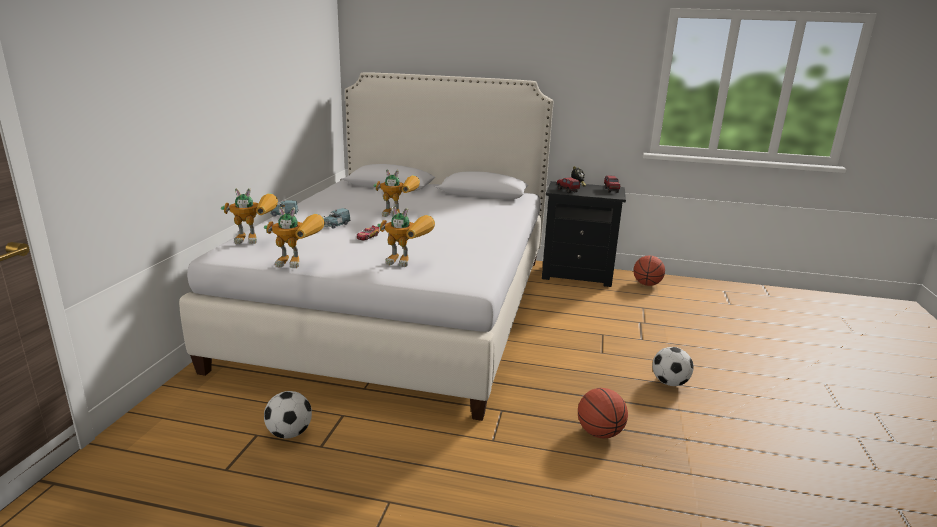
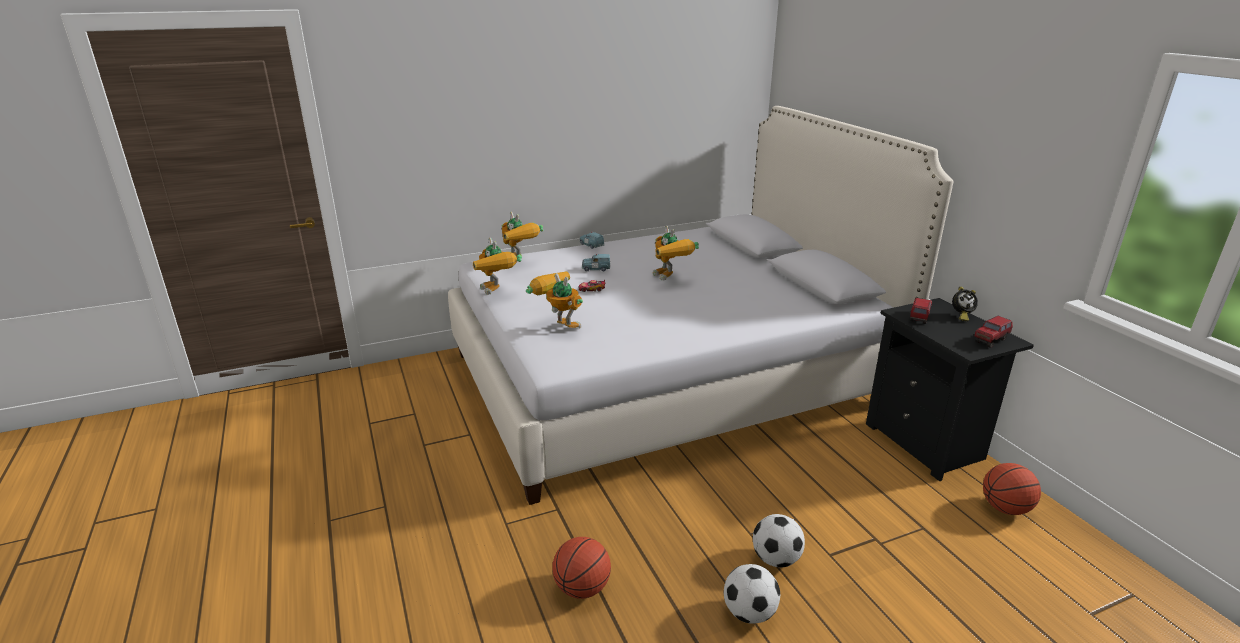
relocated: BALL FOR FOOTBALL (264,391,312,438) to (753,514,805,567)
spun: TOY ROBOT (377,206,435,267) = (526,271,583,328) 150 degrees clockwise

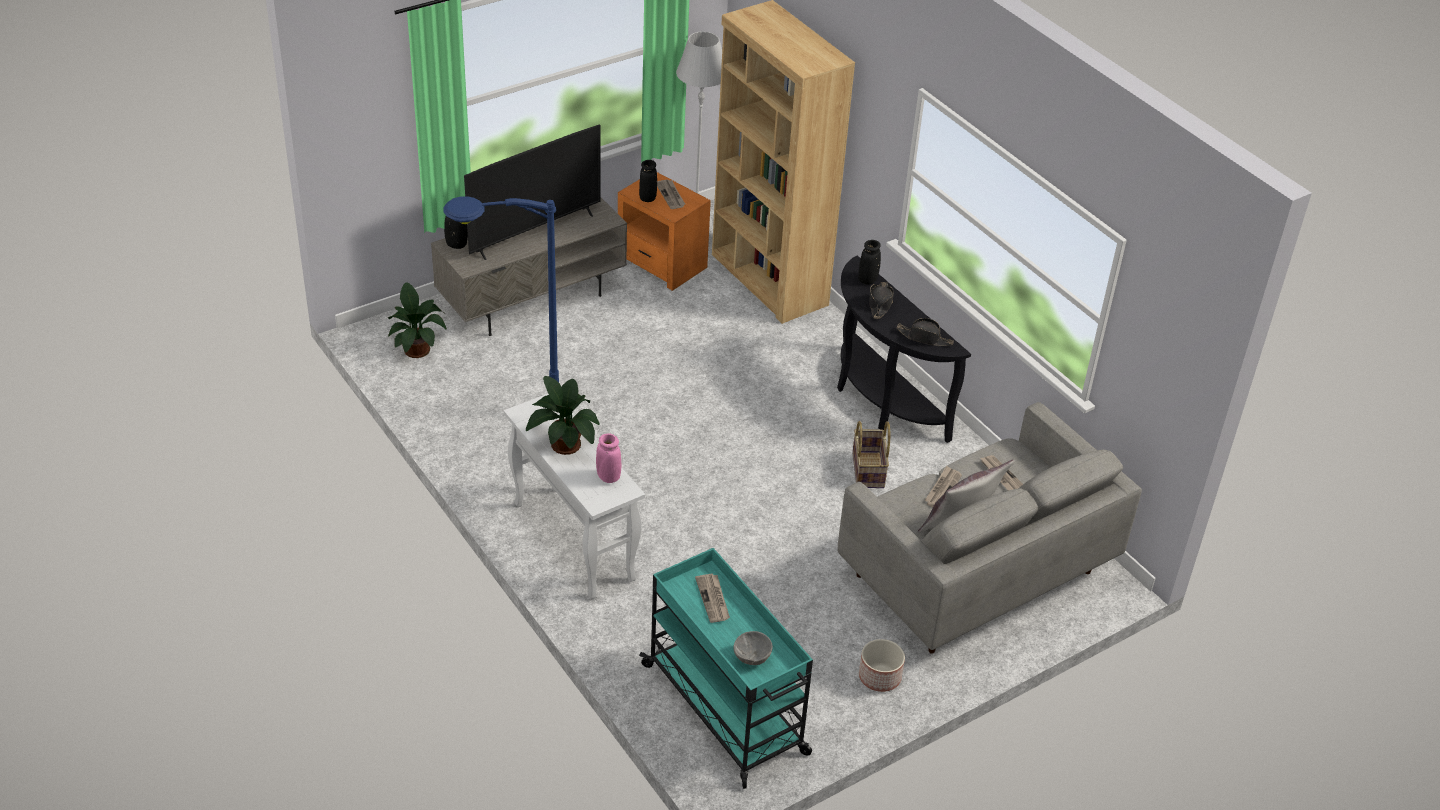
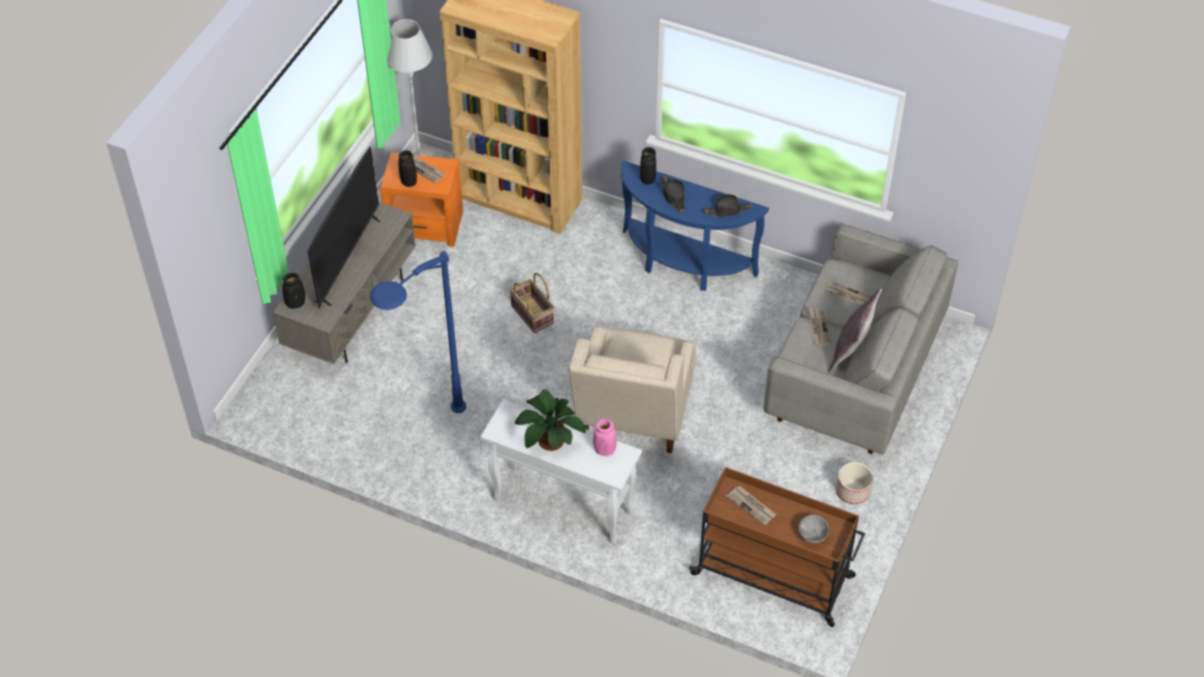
missing: HOUSEPLANT (388,282,447,358)
appeared: BEIGE-COLOURED ARMCHAIR (569,326,696,453)
relocated: HOUSEHOLD BASKET (852,421,890,488) to (509,273,554,333)
colour: BLACKISH CONSOLE TABLE (837,255,971,443) to BLUE CONSOLE TABLE (621,161,769,291); TURQUOISE WHEELED CART (639,548,813,789) to BROWN WHEELED CART (689,467,865,627)

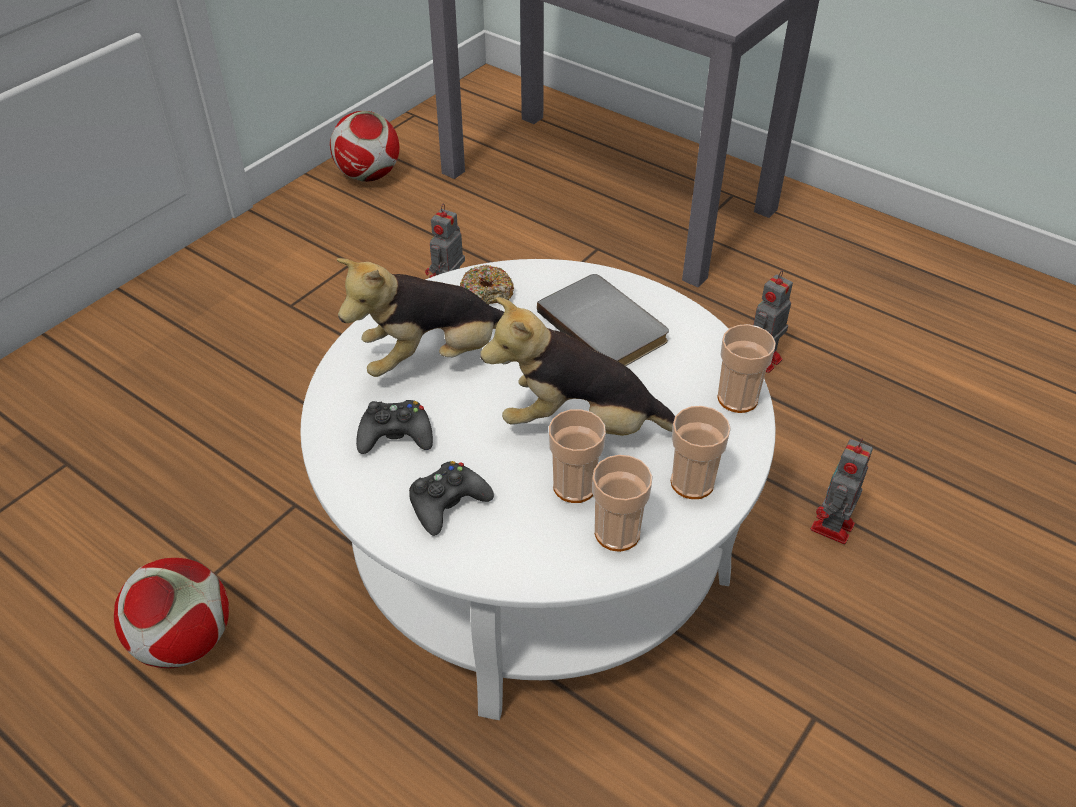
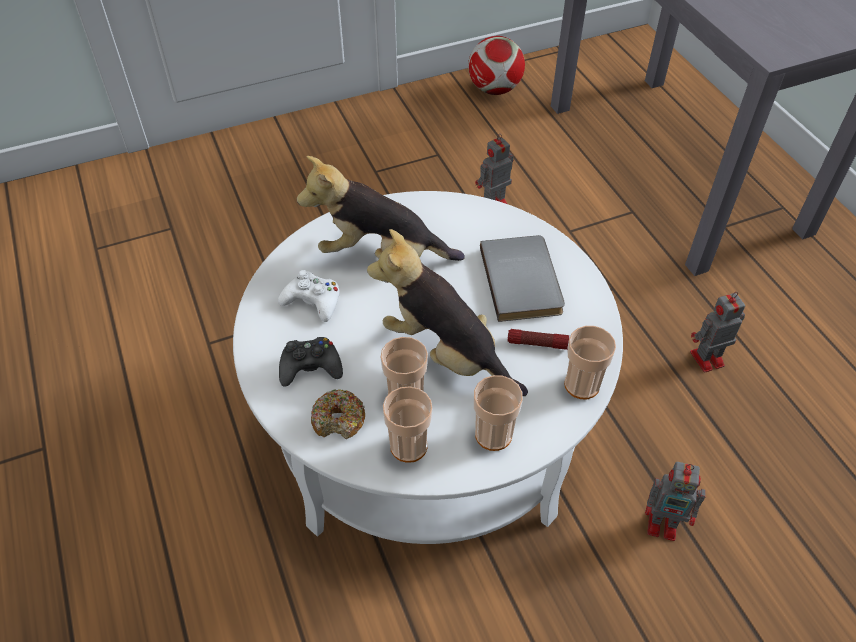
missing: BALL FOR FOOTBALL (114,558,229,668)
appeared: FLASHLIGHT (508,329,569,350)
relocated: DOUGHNUT (460,265,514,305) to (311,389,365,439)
colour: BLACKISH GAMEPAD (356,400,433,454) to WHITE GAMEPAD (278,270,340,322)
spun: TOY ROBOT (811,438,873,544) = (645,462,706,541) 135 degrees counterclockwise

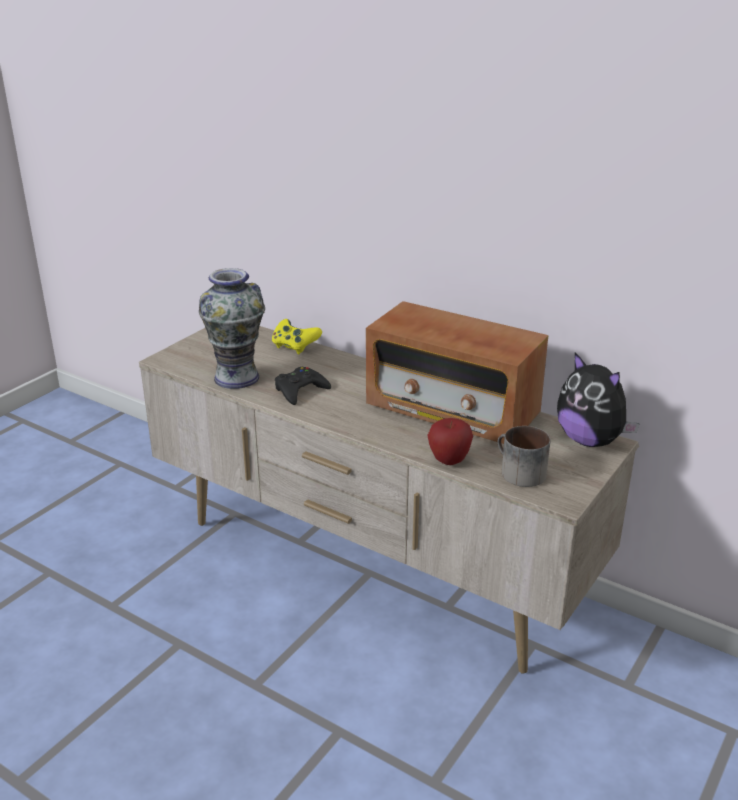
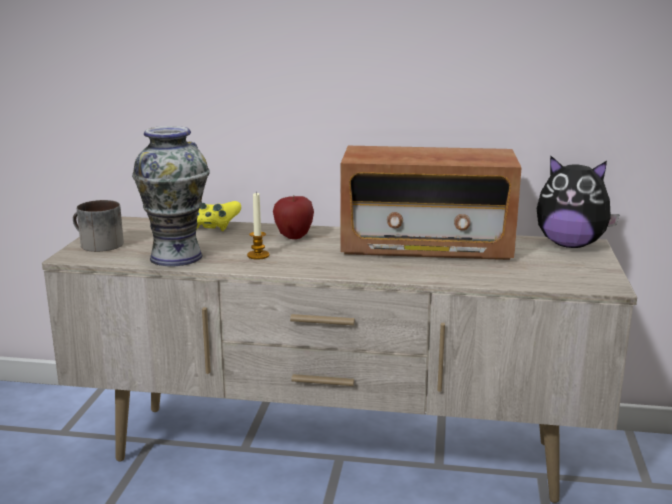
relocated: MUG (498,426,550,487) to (73,200,124,252); APPLE (427,418,473,465) to (273,196,314,239)
exchanged: BLACKISH GAMEPAD (275,367,331,405) to WAX LIGHT (247,193,269,260)

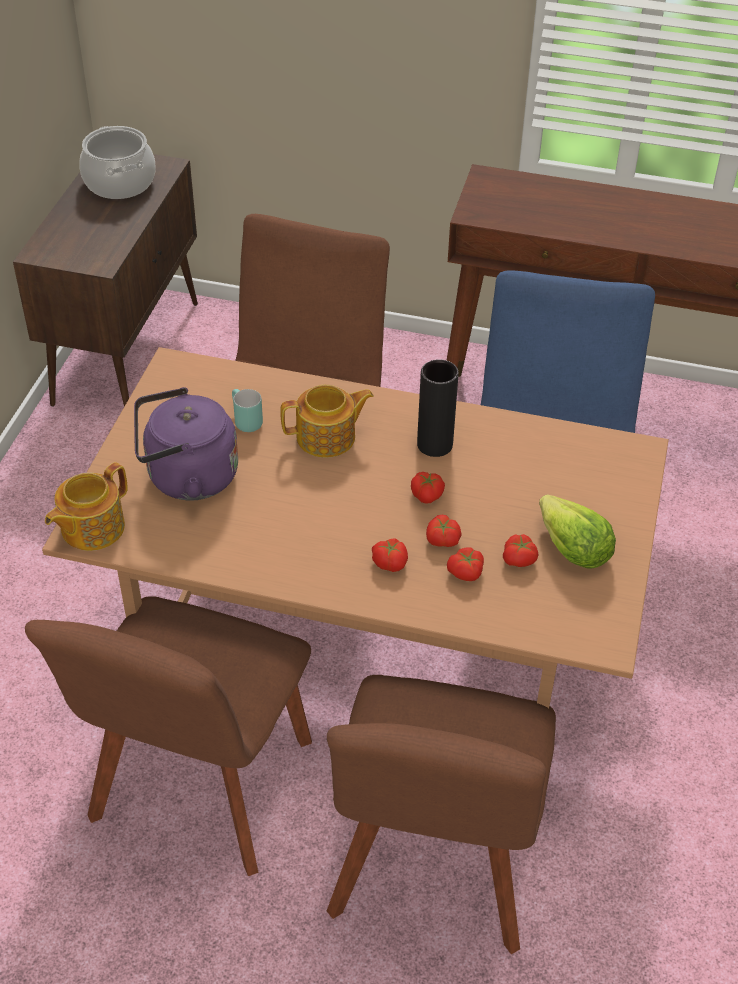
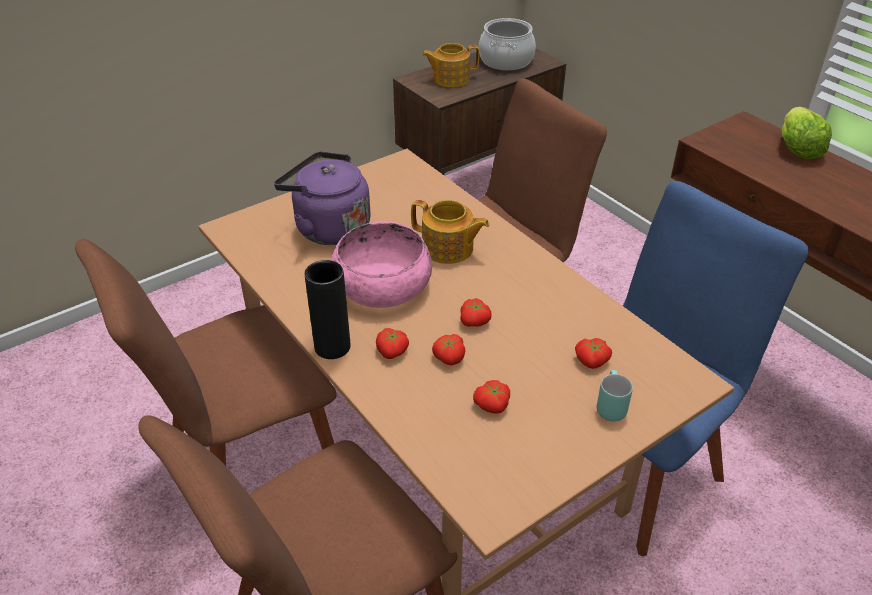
appeared: PINK-COLOURED BOWL (331,221,432,308)
relocated: BLACKISH DECORATIVE VASE (417,359,459,457) to (304,260,350,359); POT FOR TEA (45,462,128,551) to (422,43,479,87); WHOLE TOMATO (447,548,484,581) to (575,338,612,369); TURQUOISE MUG (232,389,263,432) to (597,370,633,422); HEAD OF LETTUCE (539,494,616,569) to (782,107,832,159)

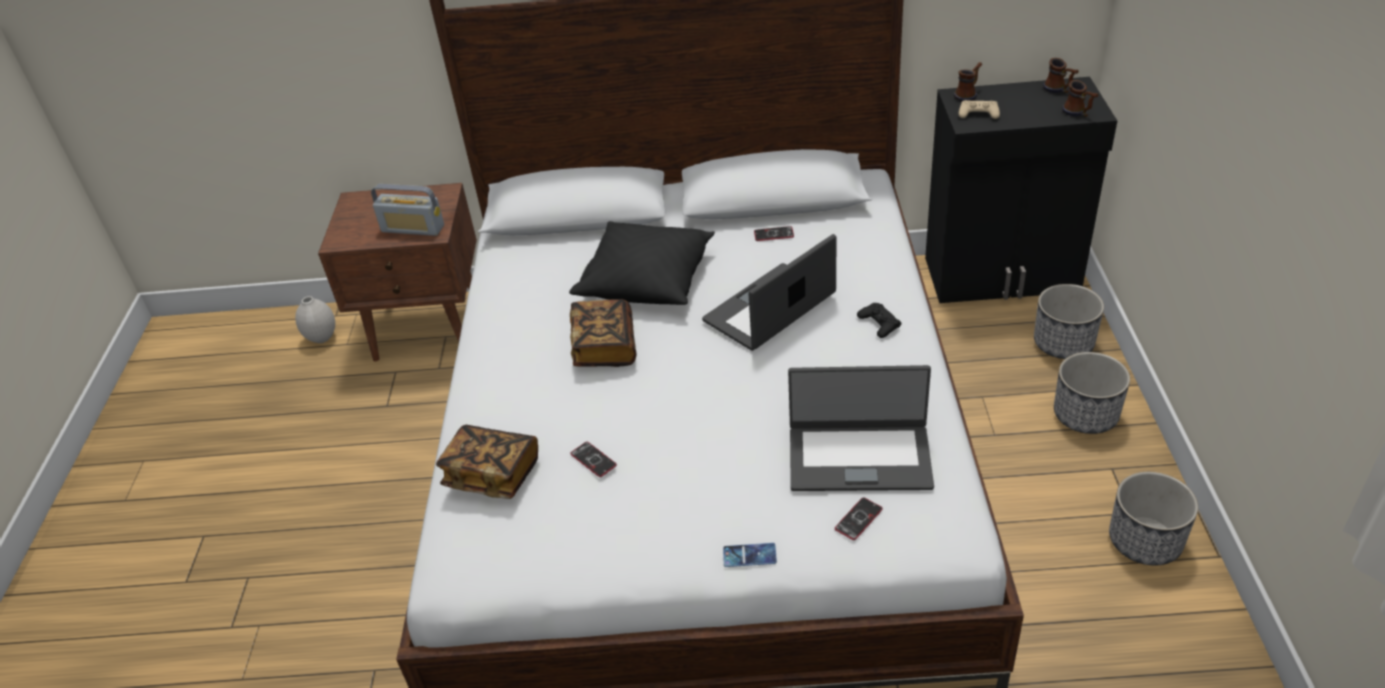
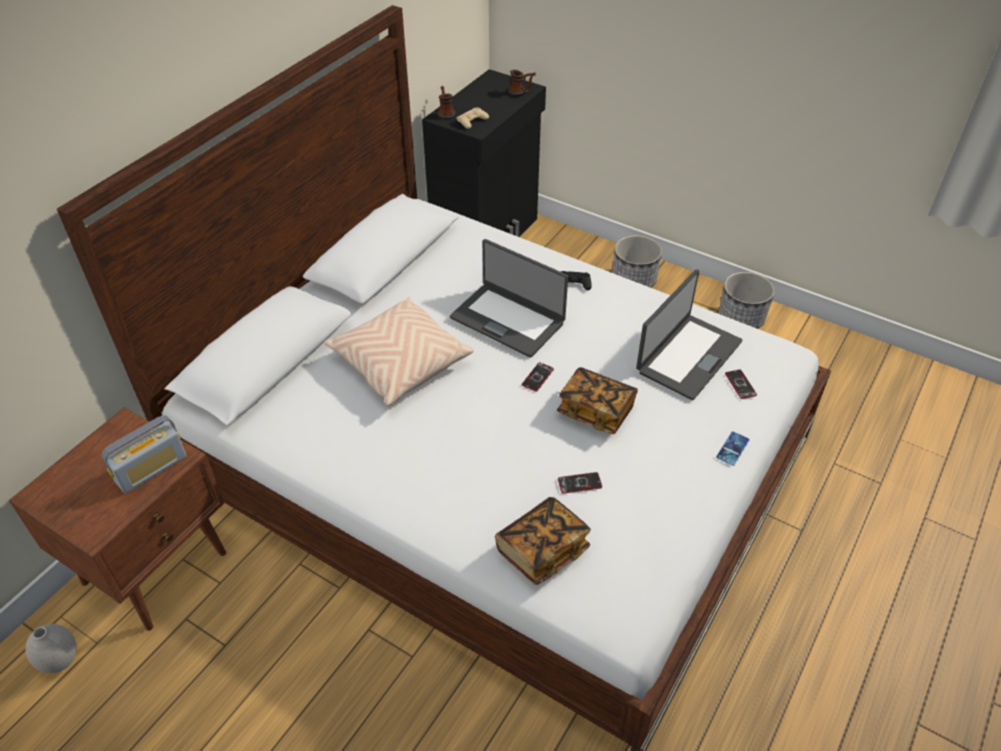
missing: PLANT POT (1034,284,1104,359); MUG (1043,58,1079,93)
relocated: HANDSET (754,226,794,241) to (522,362,554,392); VOLUME (570,299,636,367) to (557,367,638,434)
colour: BLACKISH PILLOW (569,221,715,305) to BEIGE-COLOURED PILLOW (324,297,474,406)
spun: NOTEBOOK COMPUTER (702,234,837,351) = (450,239,568,358) 45 degrees counterclockwise

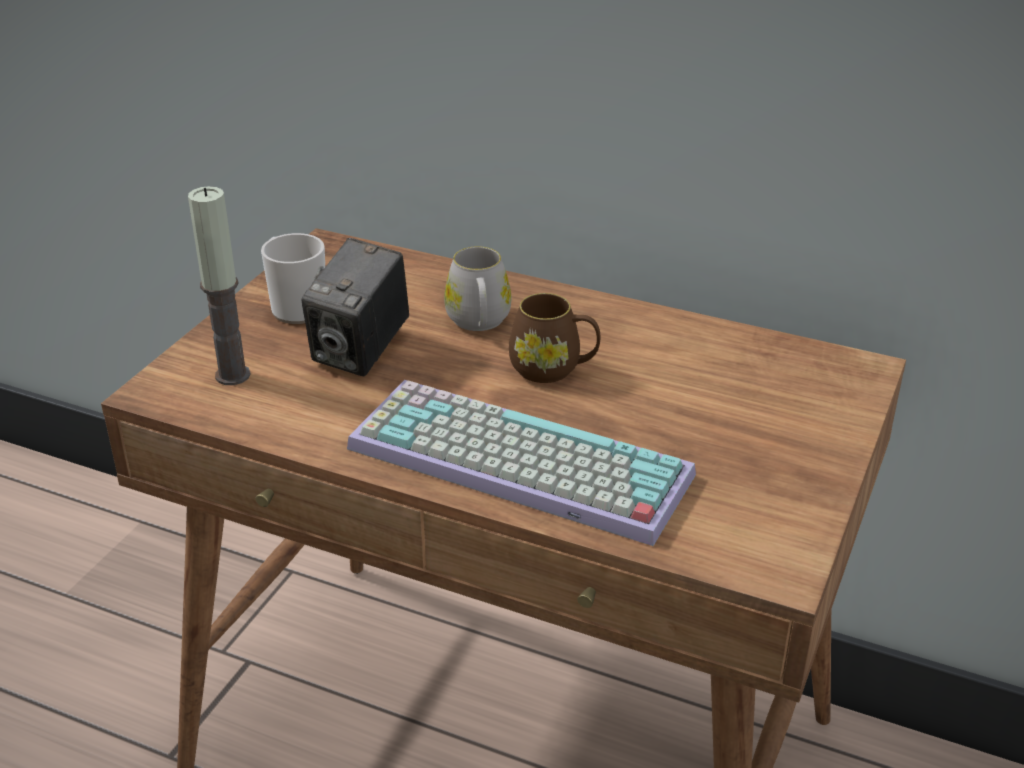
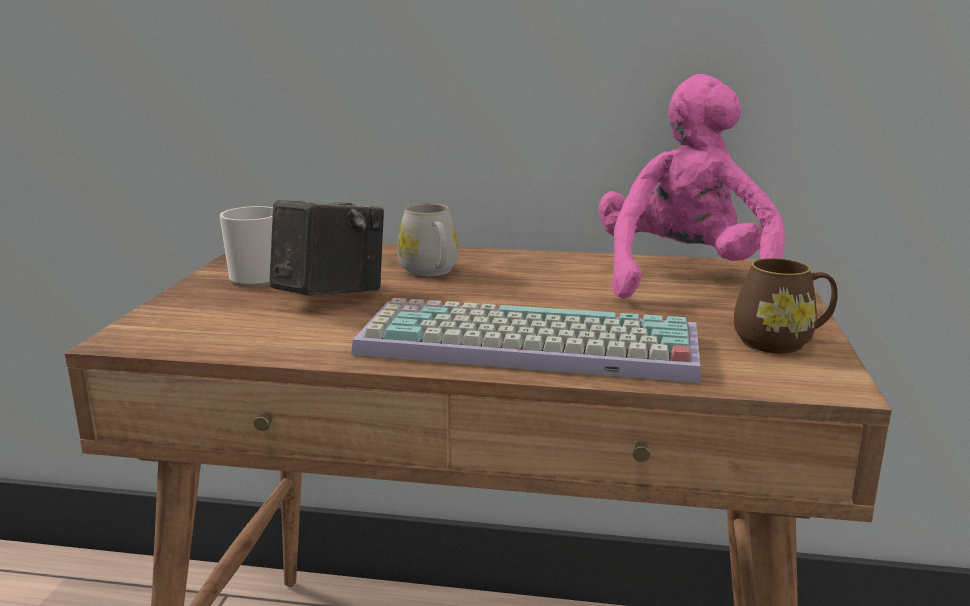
missing: WAX LIGHT (188,186,251,385)
appeared: PINK-COLOURED SOFT TOY (598,74,785,299)
relocated: BROWN MUG (509,293,601,383) to (734,258,838,353)
spun: STILL CAMERA (301,238,409,376) = (269,200,384,296) 150 degrees counterclockwise

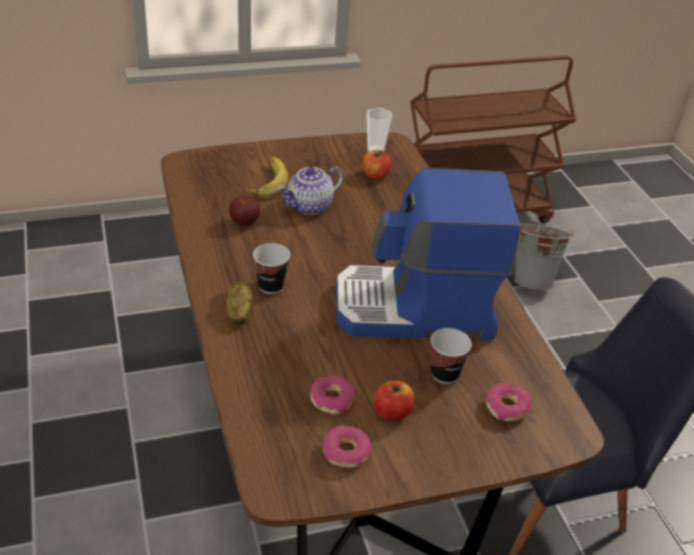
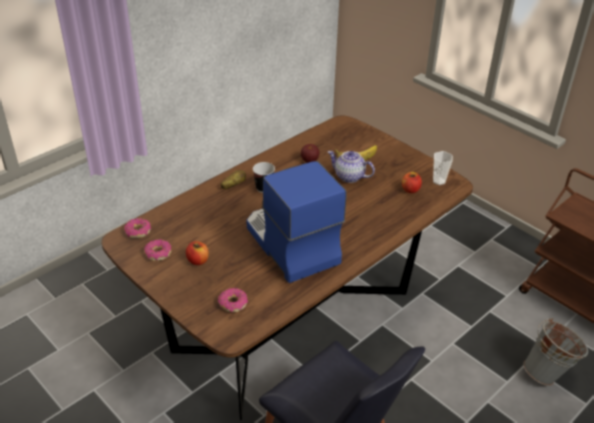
missing: DRINKING CUP (431,328,472,384)
relocated: DOUGHNUT (310,375,355,414) to (124,218,151,238)

